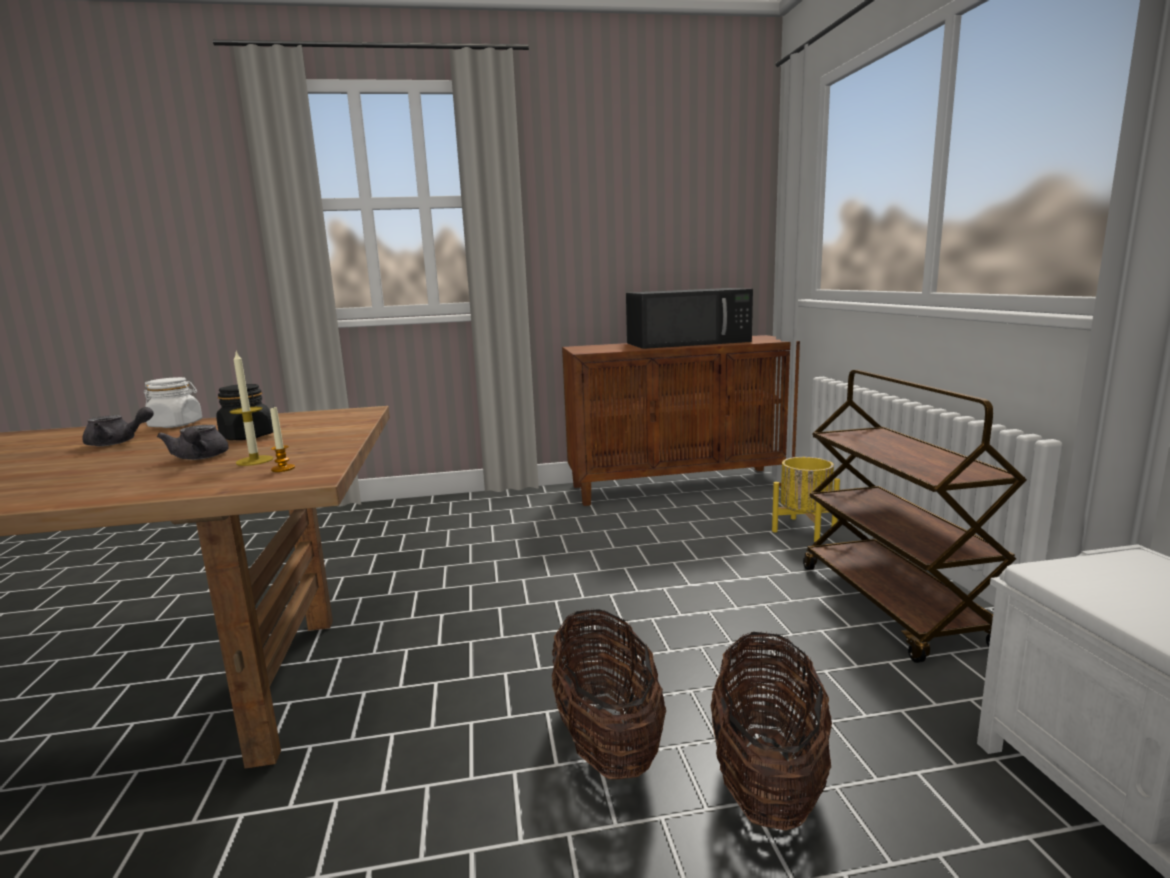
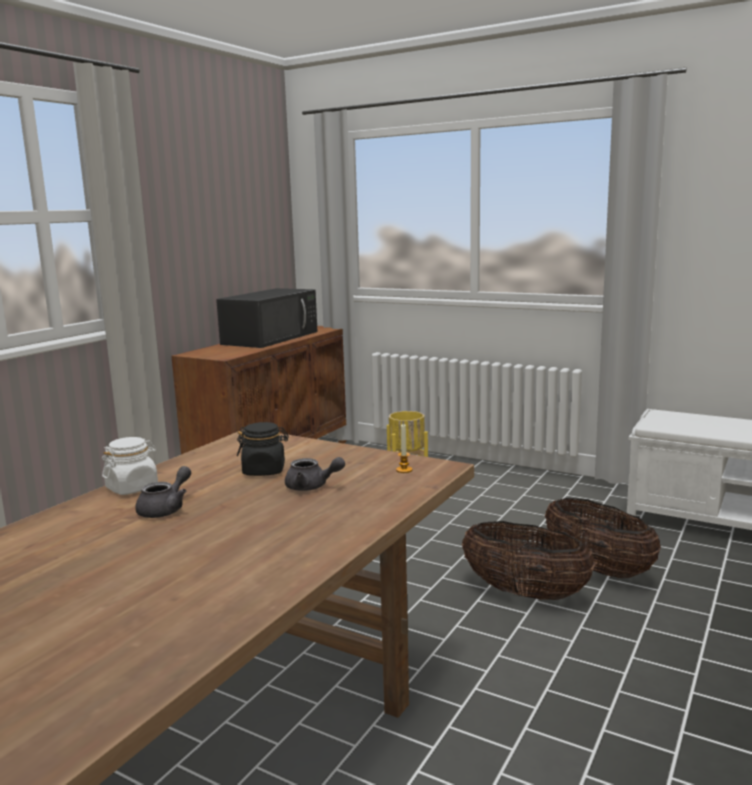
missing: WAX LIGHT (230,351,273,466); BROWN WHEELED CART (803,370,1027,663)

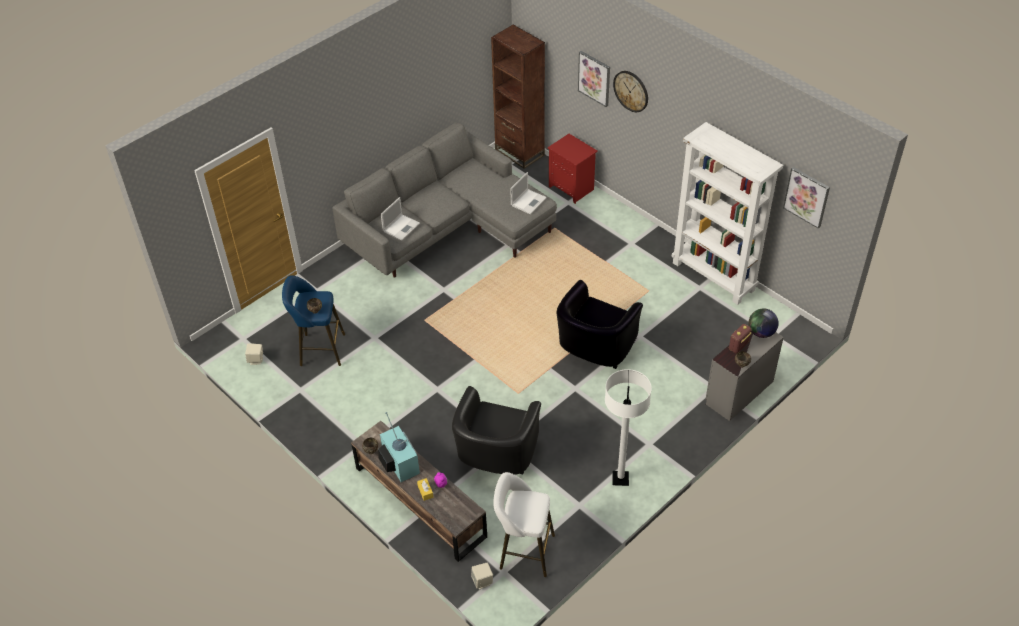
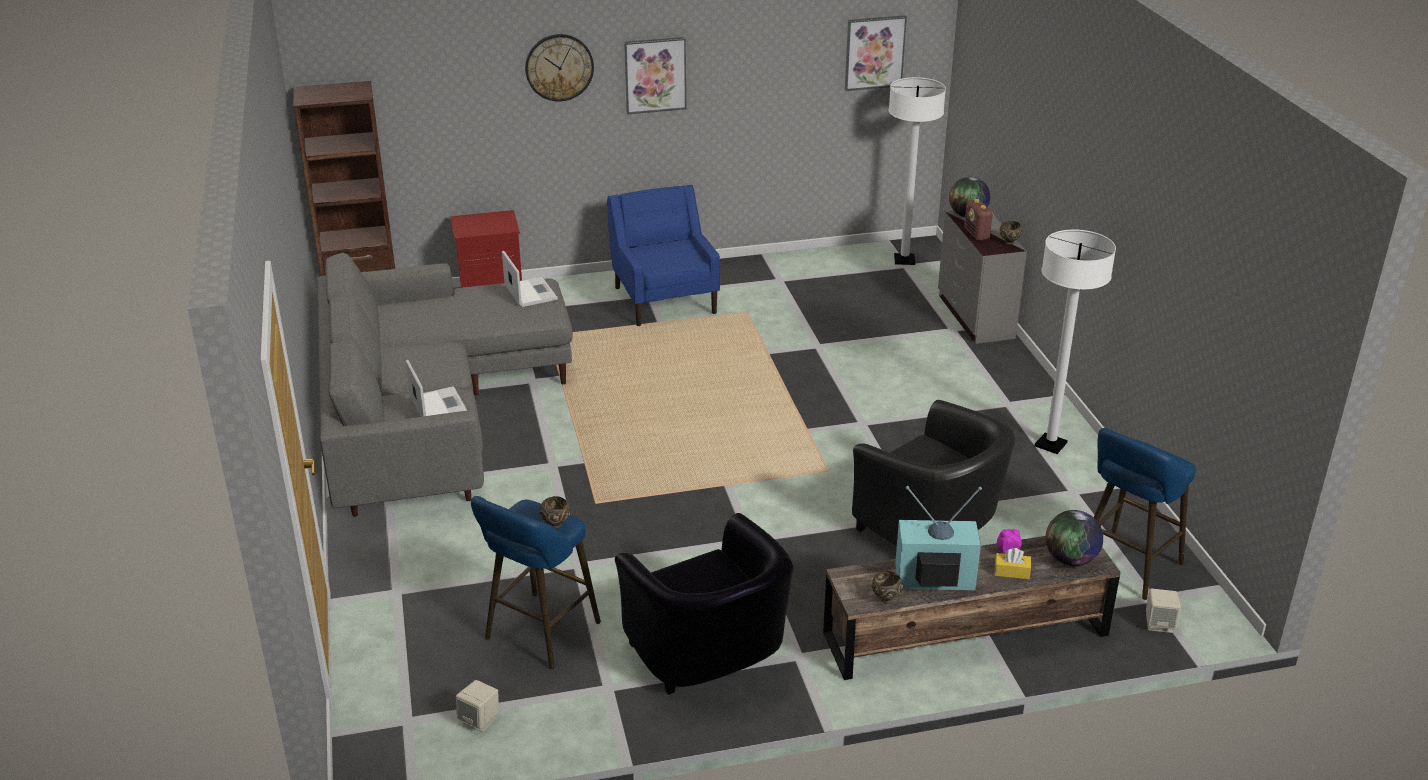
missing: WHITE BOOKSHELF (672,122,783,305)
appeared: BLUE ARMCHAIR (607,185,720,326); WHITE FLOOR LAMP (888,77,946,265); WORLD GLOBE (1046,510,1103,566)
relocated: BLACKISH ARMCHAIR (556,280,643,369) to (615,513,794,695); WALL ART (578,51,610,107) to (624,37,686,115)
colour: WHITE STOOL (493,472,555,577) to BLUE STOOL (1094,428,1196,600)

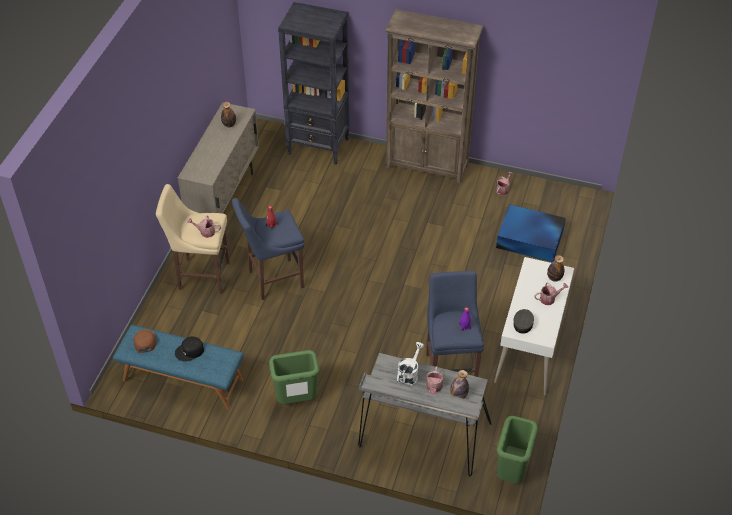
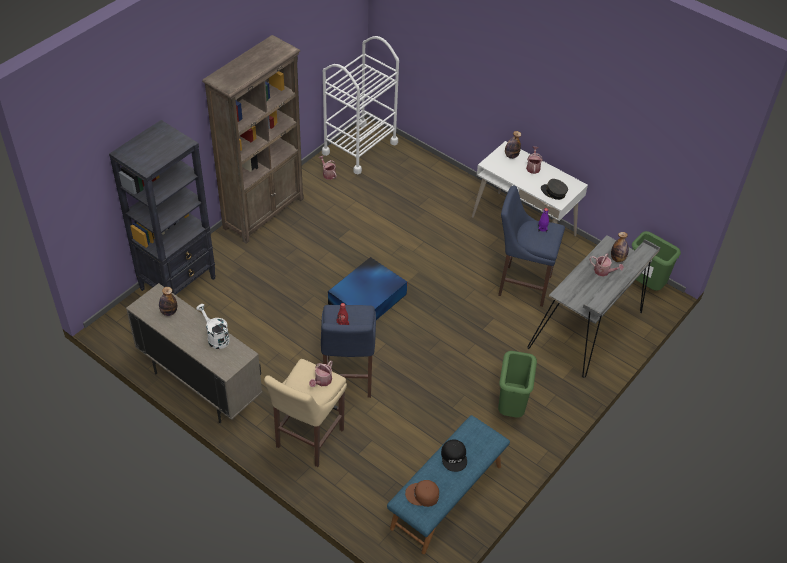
appeared: WHITE WHEELED CART (322,36,399,174)
relocated: WHITE WATERING POT (397,342,424,386) to (196,304,230,349); BLUE STORAGE CONTAINER (496,204,566,262) to (328,257,407,320)

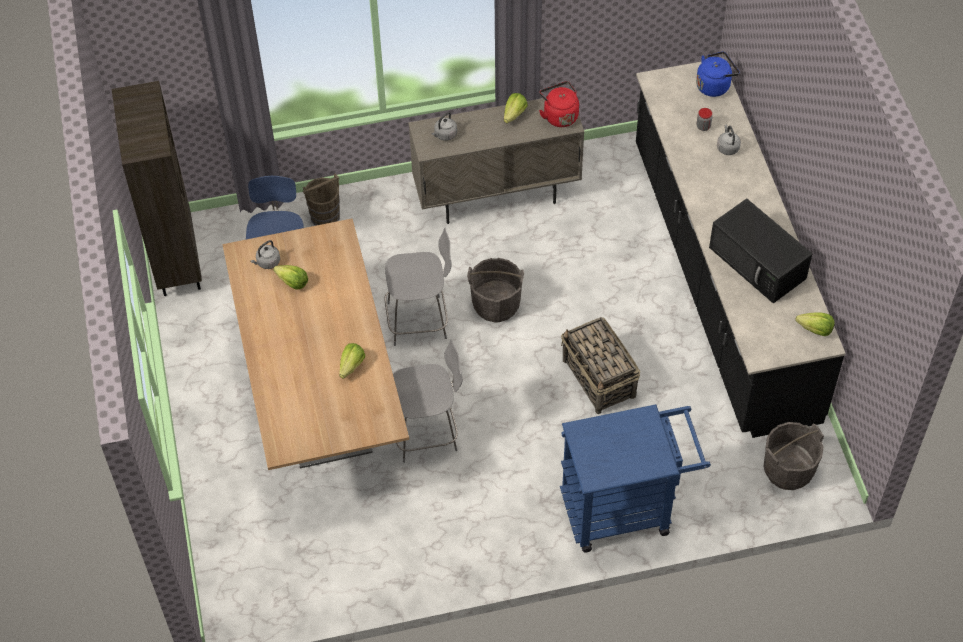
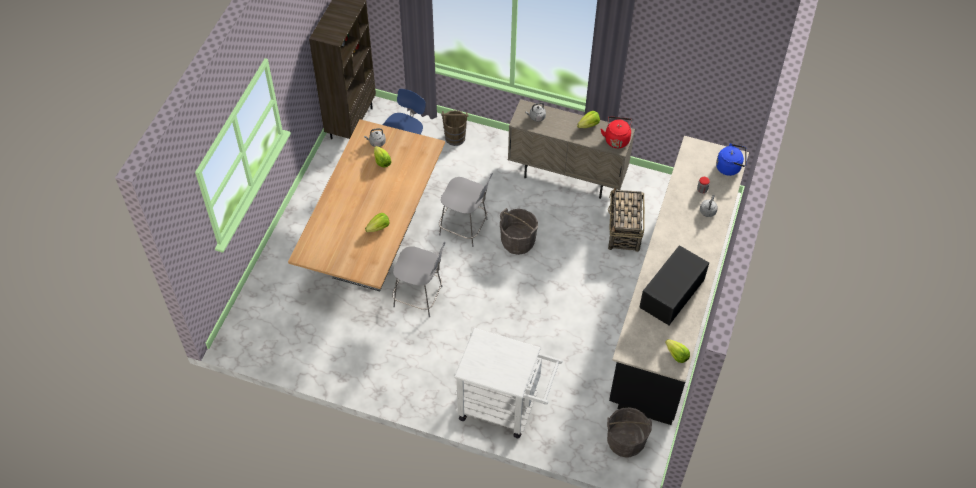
relocated: HOUSEHOLD BASKET (561,317,640,414) to (608,188,645,252)
colour: BLUE WHEELED CART (560,404,711,552) to WHITE WHEELED CART (454,328,563,438)
spun: BLACKISH MICROWAVE (709,198,812,303) = (639,245,709,325) 45 degrees clockwise

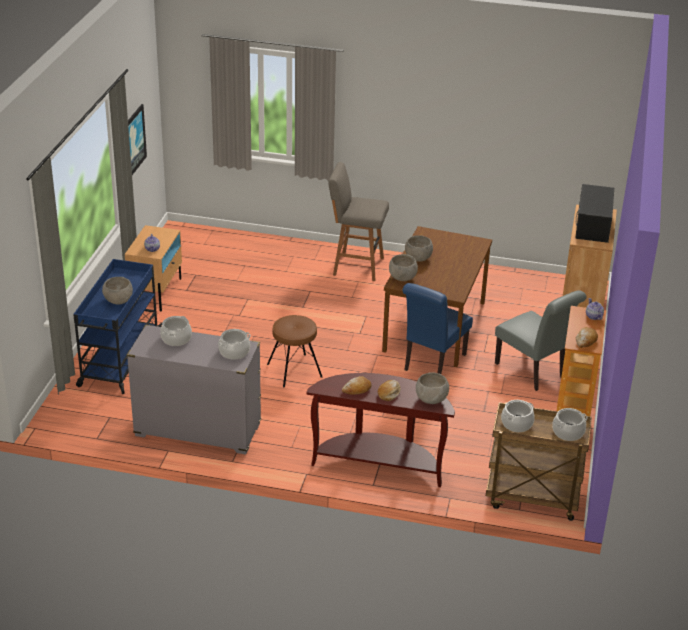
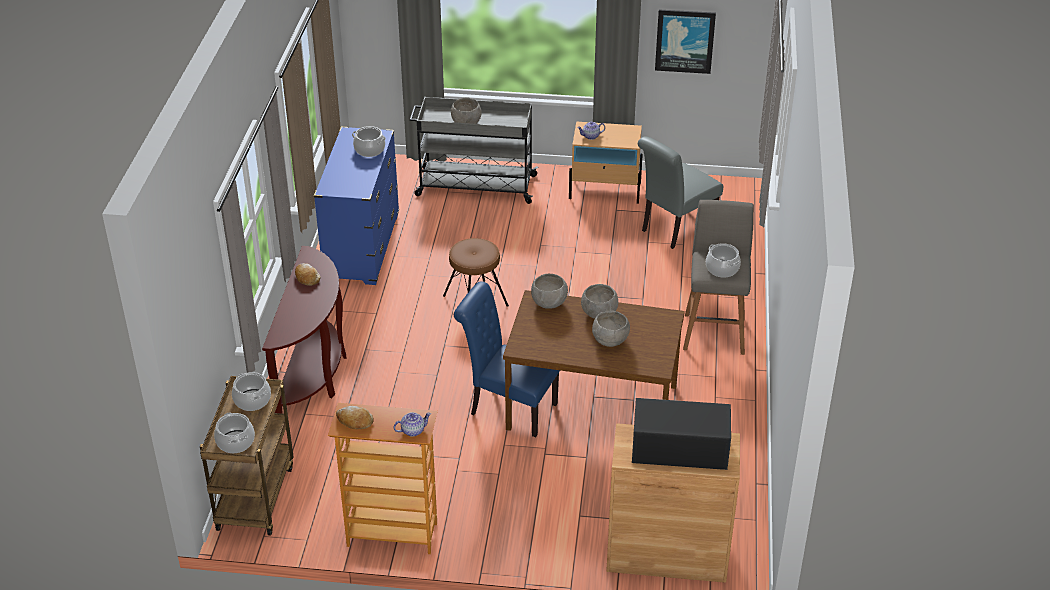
missing: BAKERY BREAD (378,380,401,401)
relocated: GREYISH BOWL (416,372,449,404) to (592,311,630,347); GREYISH UPRIGHT CHAIR (495,290,586,391) to (638,136,723,249); COOKING POT (218,329,251,360) to (706,243,741,278)
colour: GREYISH CHEST OF DRAWERS (127,324,261,454) to BLUE CHEST OF DRAWERS (314,127,399,285); BLUE WHEELED CART (73,259,162,394) to GREYISH WHEELED CART (410,97,539,204)

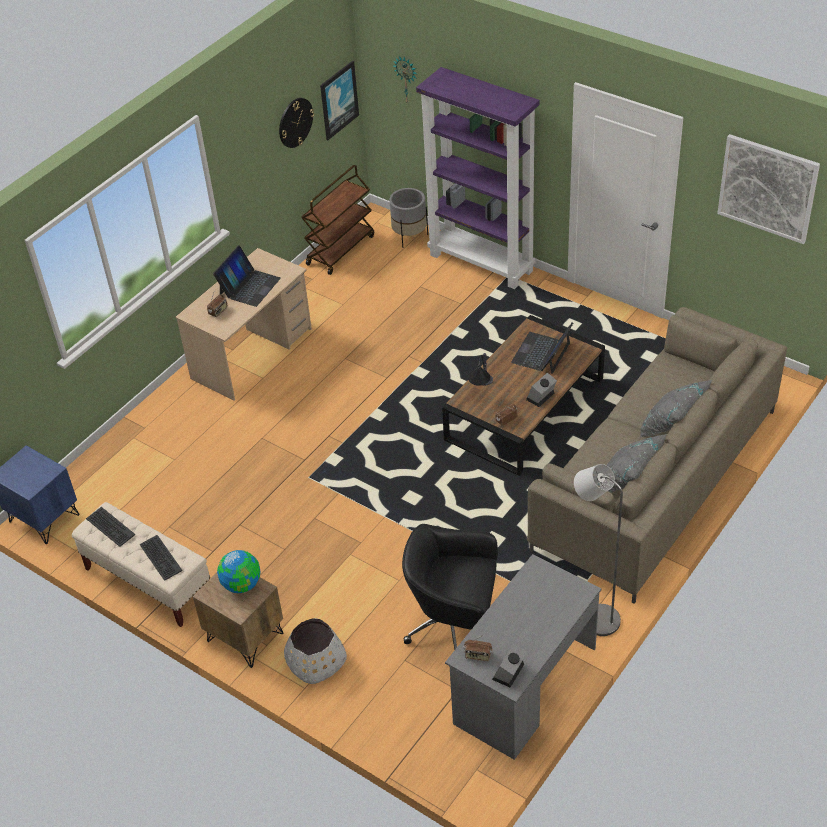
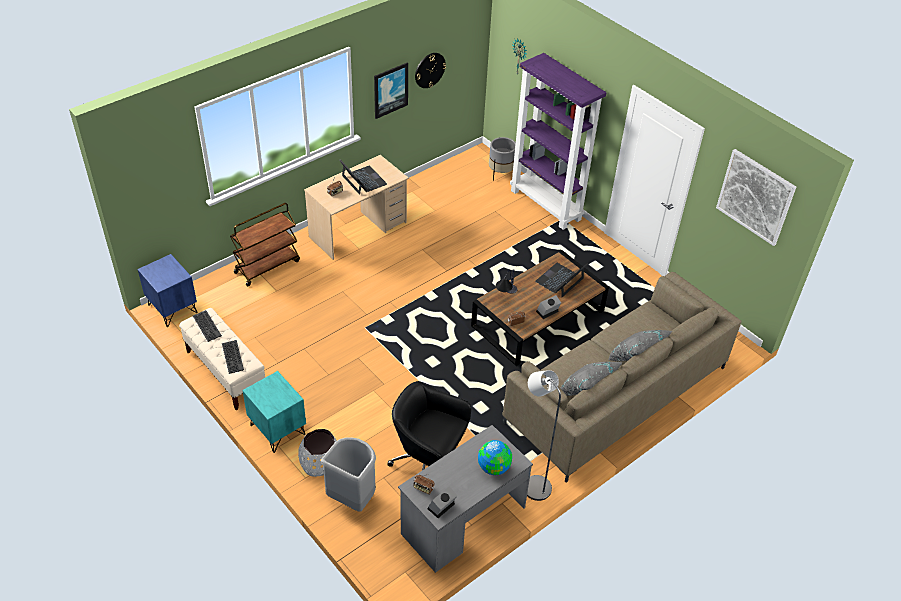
appeared: GREYISH WASTE BIN (321,437,376,512)
relocated: BROWN WHEELED CART (301,165,374,275) to (230,203,300,286); WALL ART (320,61,359,140) to (374,62,408,119); WORLD GLOBE (217,550,260,593) to (478,440,512,475)
colour: BROWN NIGHT TABLE (193,572,284,668) to TURQUOISE NIGHT TABLE (242,371,306,453)
spun: NOTEBOOK COMPUTER (213,245,281,307) = (340,159,387,195) 75 degrees counterclockwise

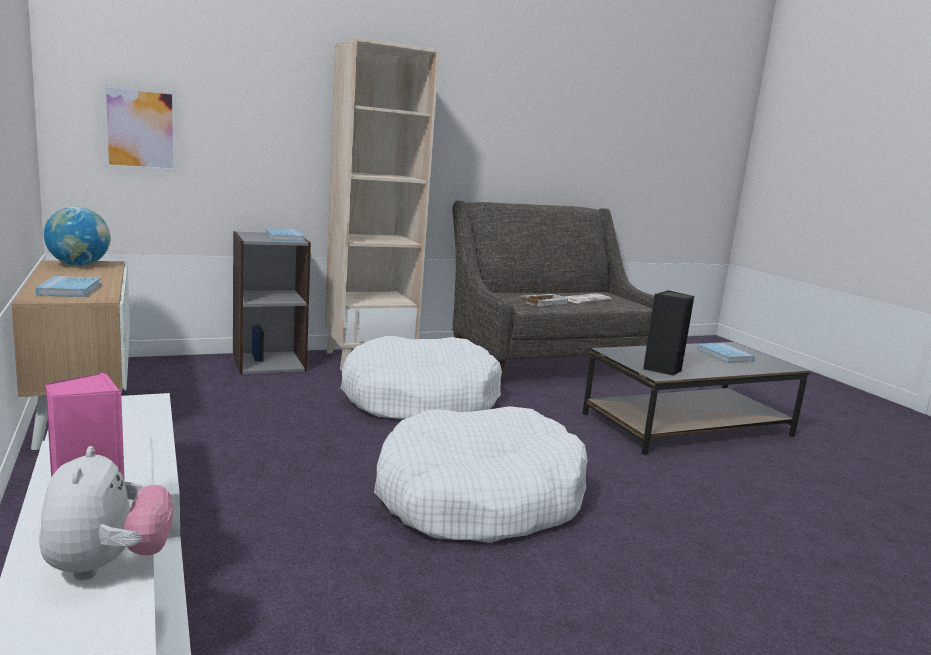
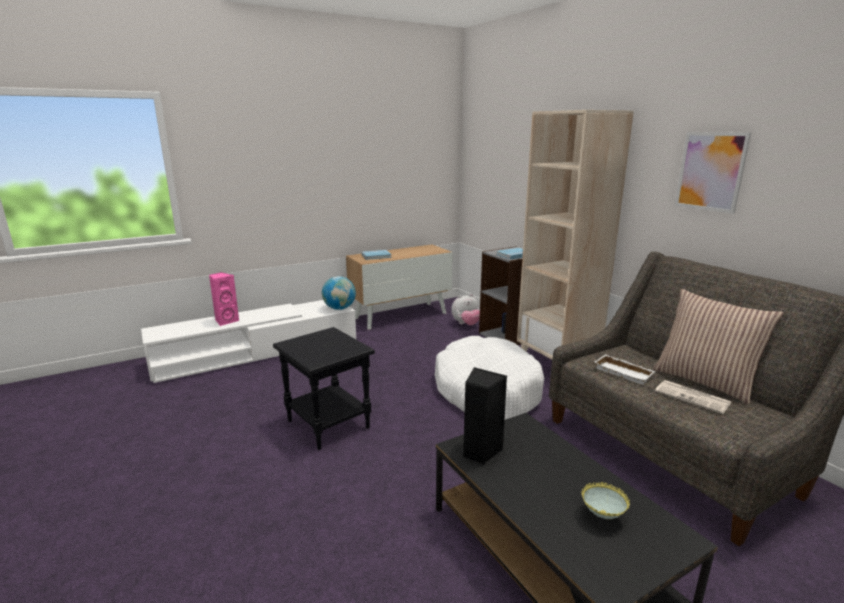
appeared: PILLOW (653,289,784,404)
relocated: WORLD GLOBE (44,207,111,266) to (322,276,356,310); SOFT TOY (39,446,173,580) to (451,294,480,325); WALL ART (102,84,177,172) to (675,132,751,214)
exchanged: WHITE DOG CUSHION (374,406,587,543) to BLACKISH ACCENT TABLE (273,327,375,450); BLUE VOLUME (697,343,755,363) to BOWL (581,482,630,519)

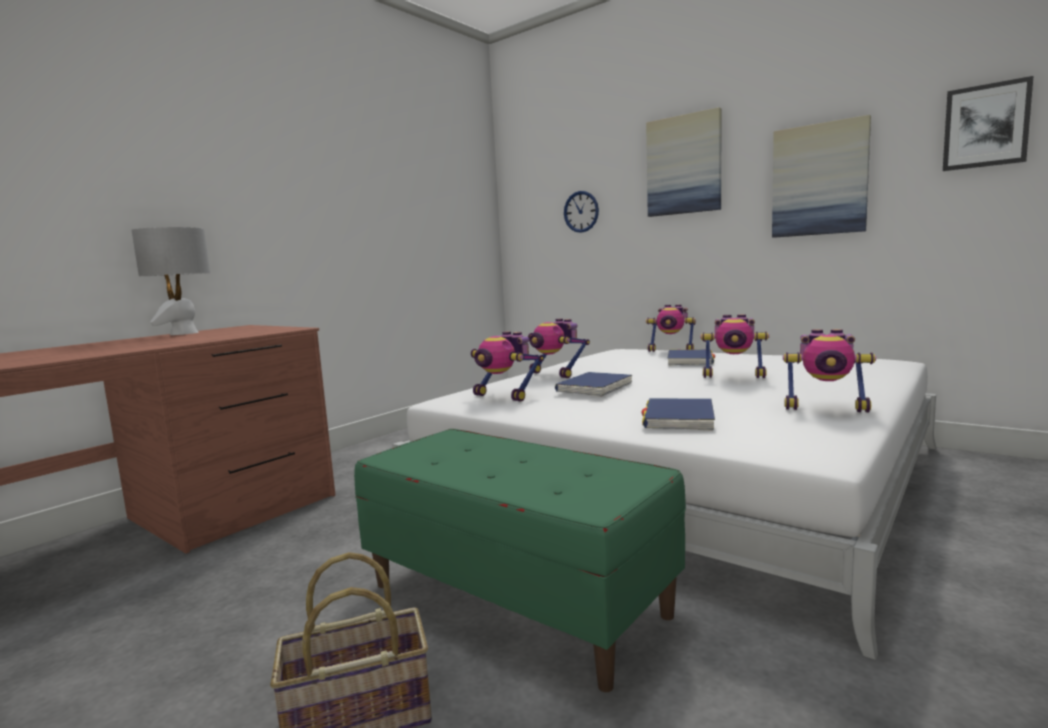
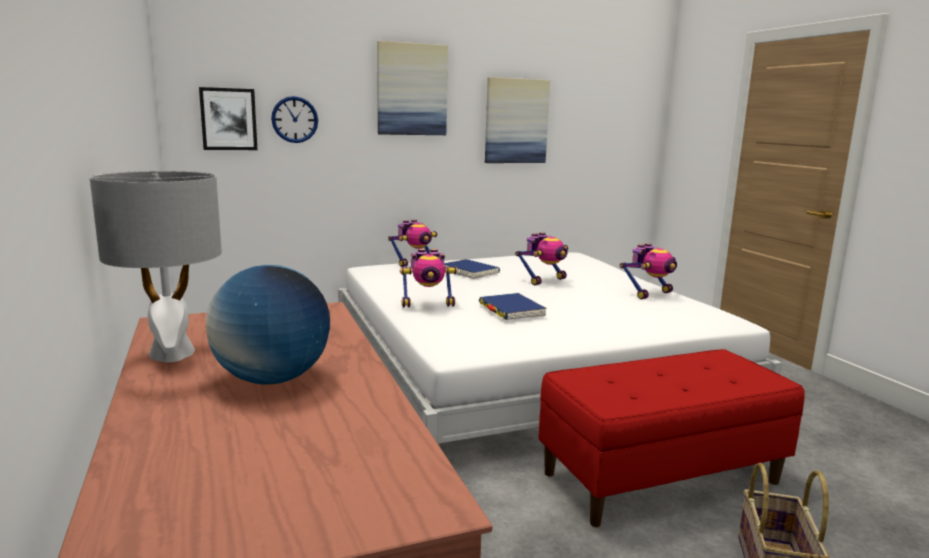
missing: TOY ROBOT (471,331,544,401); BLUE VOLUME (642,398,715,431)
appeared: WORLD GLOBE (206,265,330,384)
relocated: WALL ART (943,76,1033,171) to (199,87,257,150)
colour: GREEN-COLOURED INDOOR BENCH (354,429,686,692) to RED INDOOR BENCH (539,349,804,527)

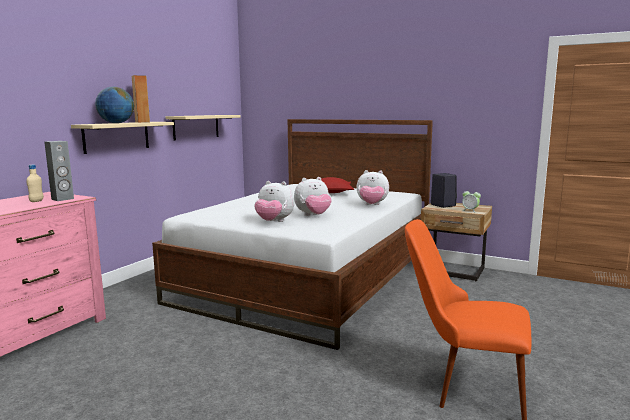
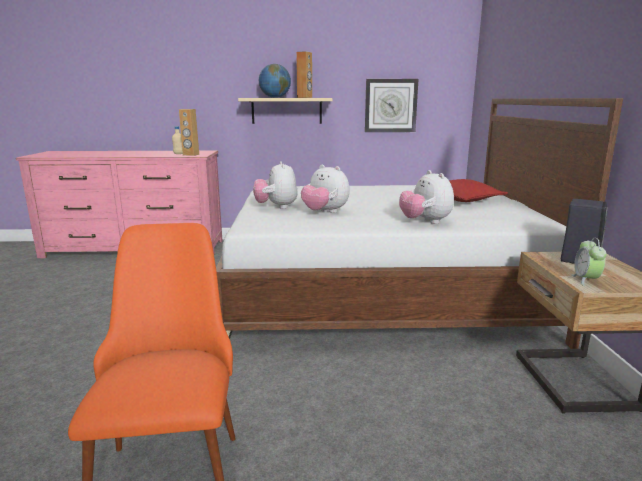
exchanged: BEIGE-COLOURED WALL SHELF (166,115,241,141) to HANGING CLOCK (365,79,419,132)
colour: GREYISH LOUDSPEAKER (44,141,74,201) to BROWN LOUDSPEAKER (179,109,199,156)

